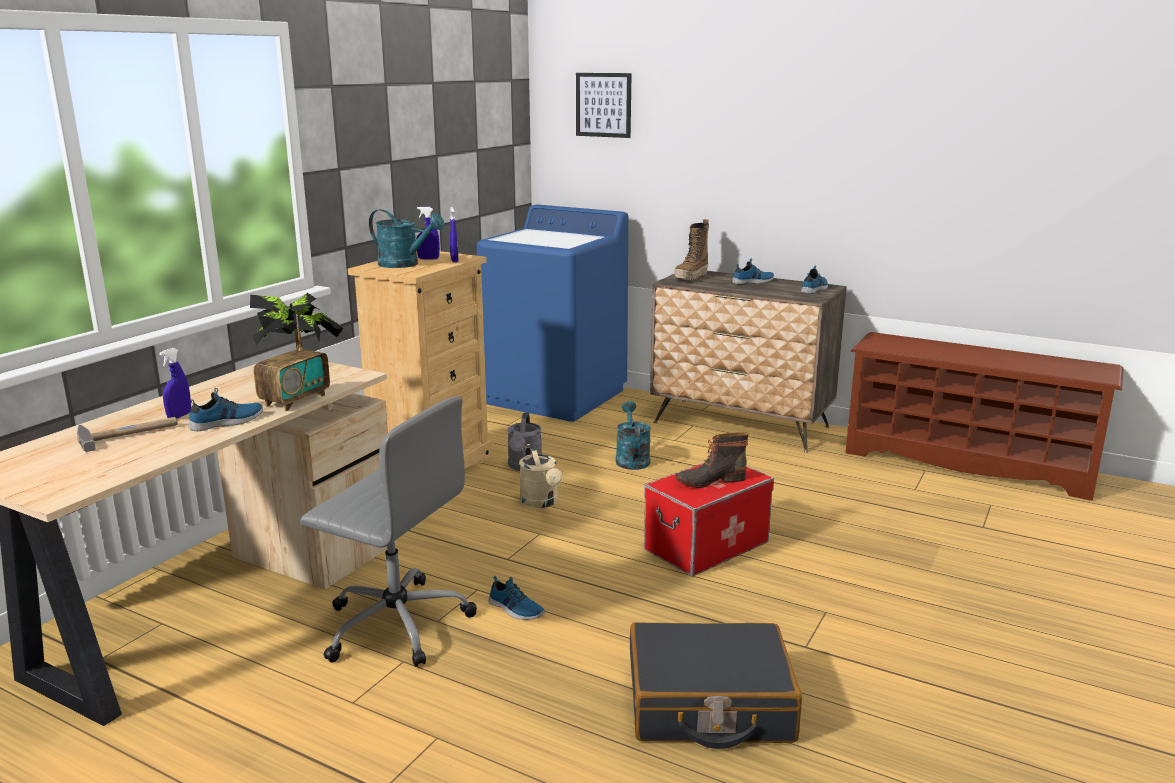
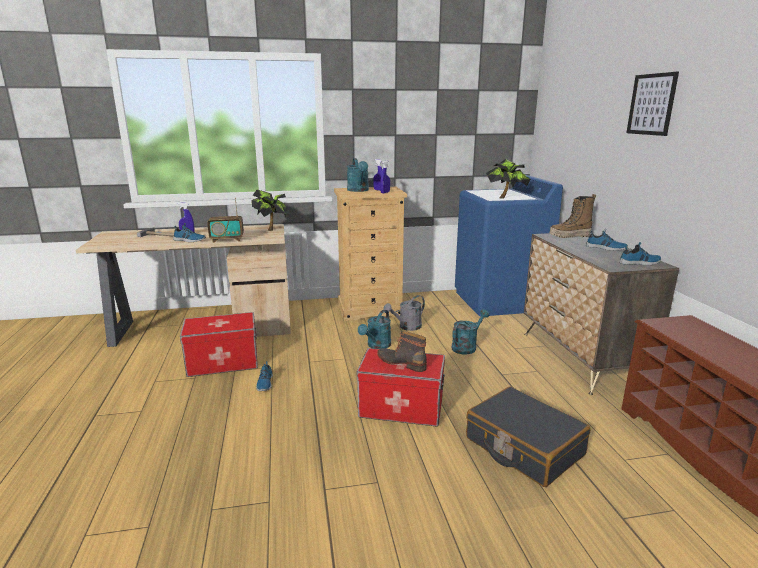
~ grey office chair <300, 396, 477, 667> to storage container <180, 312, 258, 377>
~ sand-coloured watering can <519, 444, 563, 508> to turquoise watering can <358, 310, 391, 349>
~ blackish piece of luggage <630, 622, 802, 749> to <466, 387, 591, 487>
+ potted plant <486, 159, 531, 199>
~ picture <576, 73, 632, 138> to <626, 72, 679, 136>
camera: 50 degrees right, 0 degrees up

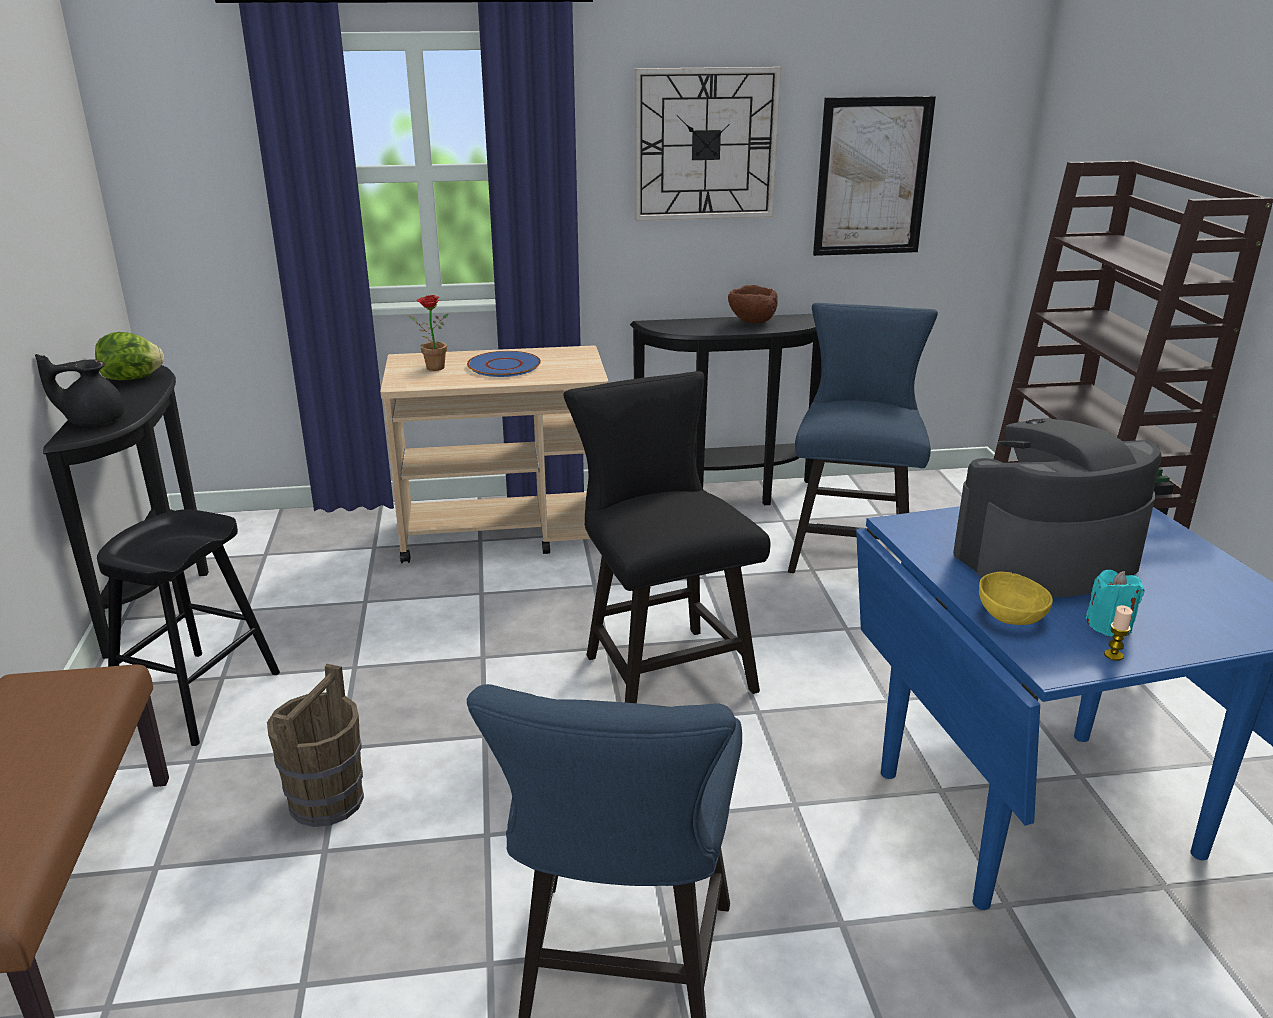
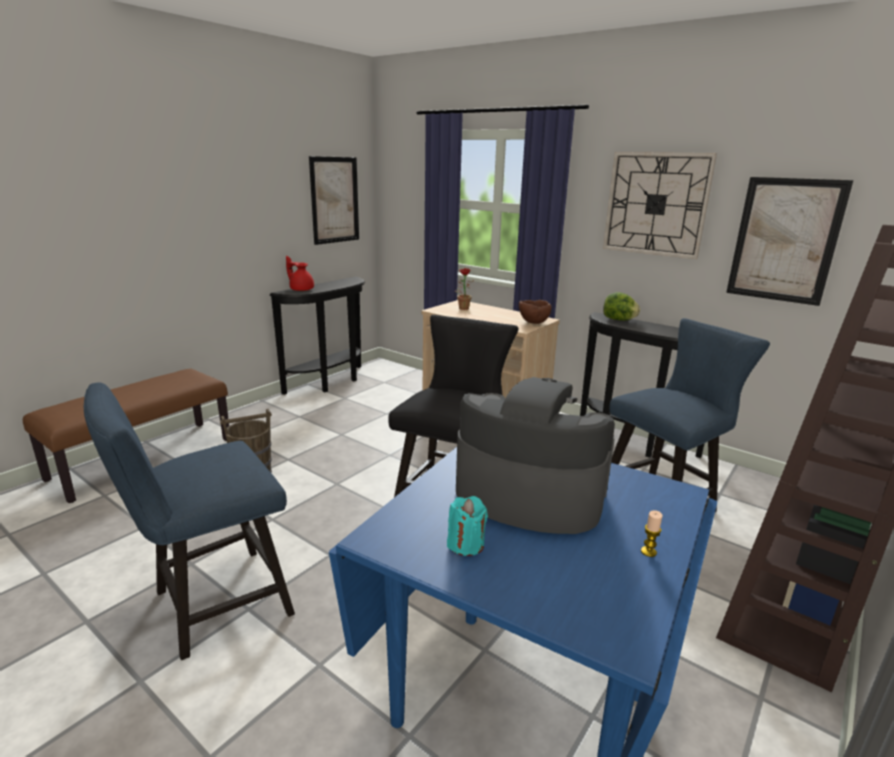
~ blackish tea pot <35, 354, 124, 425> to red-coloured tea pot <286, 256, 314, 291>
+ picture <309, 156, 359, 245>
~ brown-coloured serving bowl <728, 285, 778, 324> to <519, 300, 551, 324>
~ head of lettuce <95, 332, 164, 380> to <603, 292, 640, 321>
~ wax candle <1104, 605, 1133, 661> to <641, 510, 663, 557>
- blackish stool seat <97, 509, 280, 746>
- blue-coloured dinner plate <467, 351, 541, 377>
- yellow-coloured serving bowl <979, 571, 1053, 625>
camera: 45 degrees right, 5 degrees down

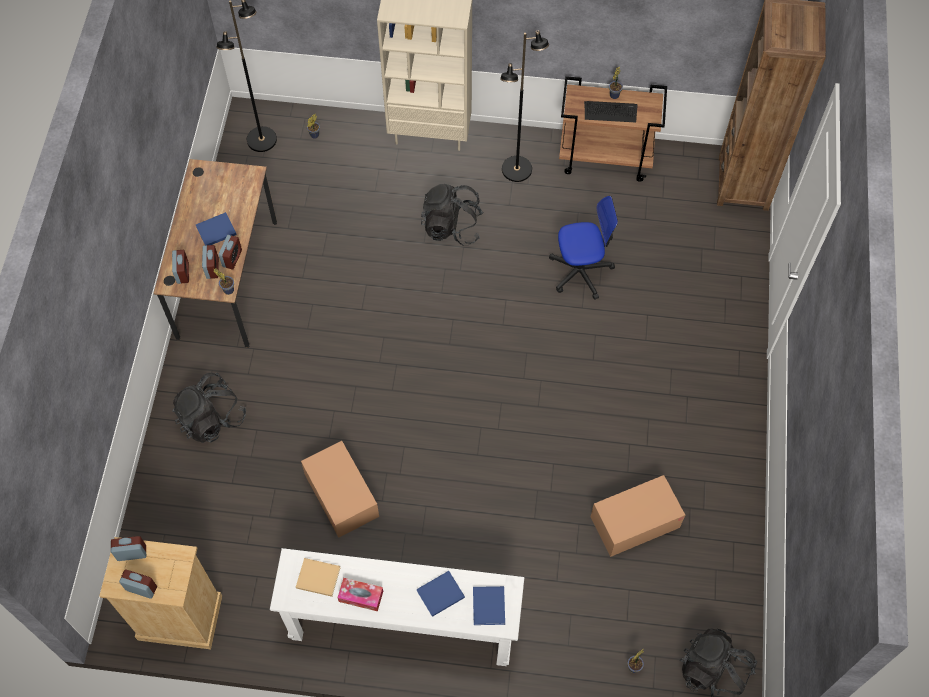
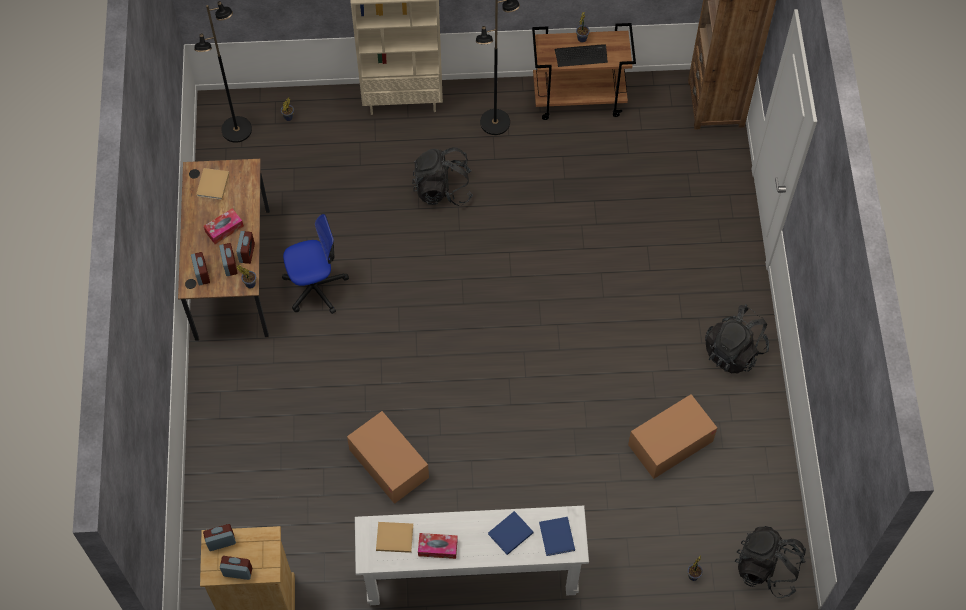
+ sand-coloured bound book <196, 168, 229, 200>
~ blue-coloured bound book <196, 212, 237, 245> to tissue holder <204, 208, 244, 244>
~ office chair <549, 196, 618, 300> to <282, 214, 349, 314>
~ blackish knapsack <172, 373, 246, 443> to <705, 304, 769, 374>
camera: 10 degrees left, 0 degrees up

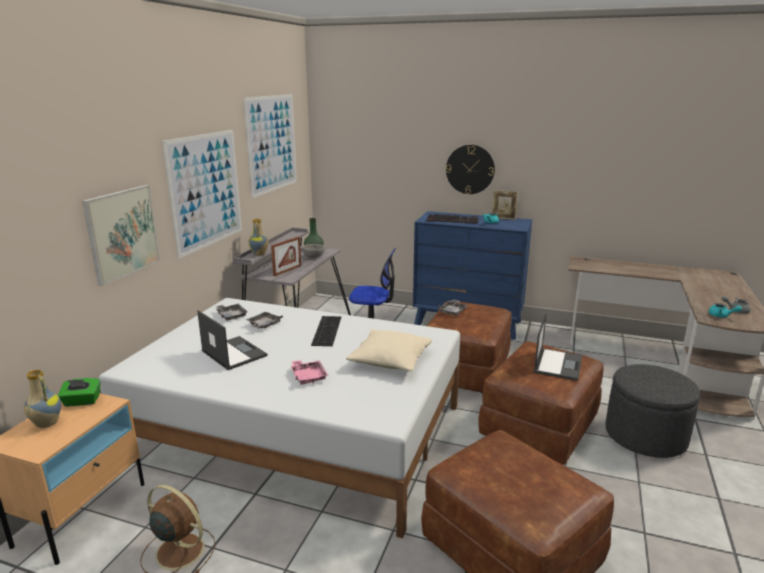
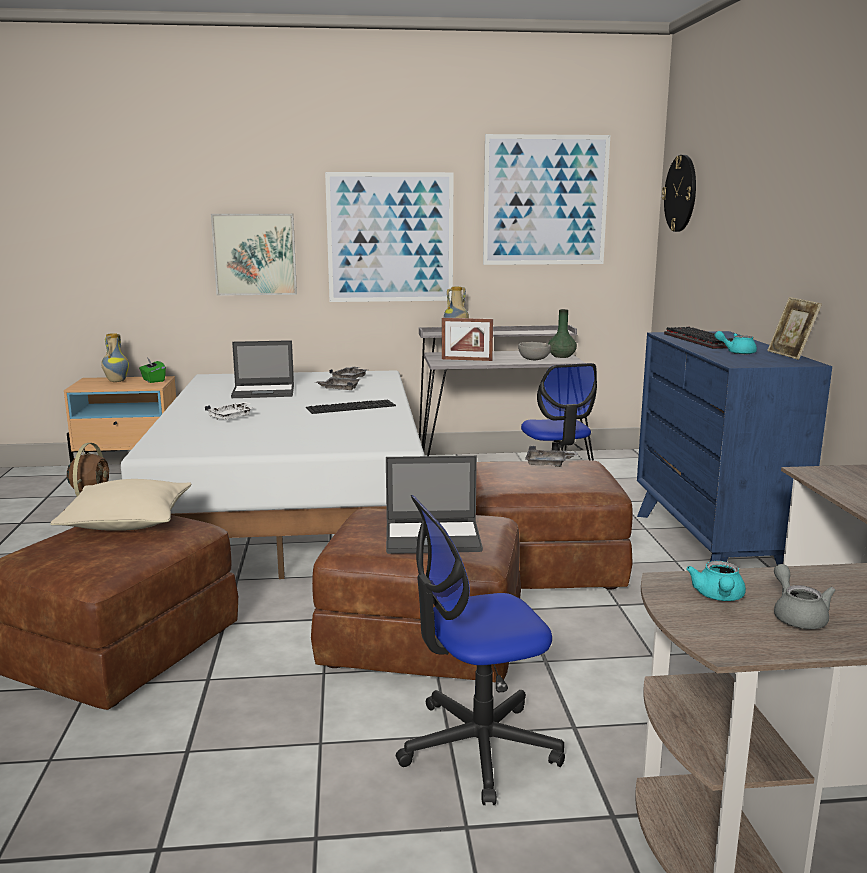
~ sand-coloured cushion <346, 329, 432, 371> to <50, 479, 191, 531>
~ pink-coloured serving tray <291, 360, 328, 385> to whitish serving tray <205, 402, 253, 420>
~ laptop <197, 310, 268, 370> = <231, 340, 294, 398> 60 degrees clockwise
~ grey pouffe <605, 364, 700, 458> to office chair <396, 495, 565, 805>
~ wall clock <446, 145, 495, 194> to <662, 155, 696, 232>
camera: 65 degrees right, 5 degrees down

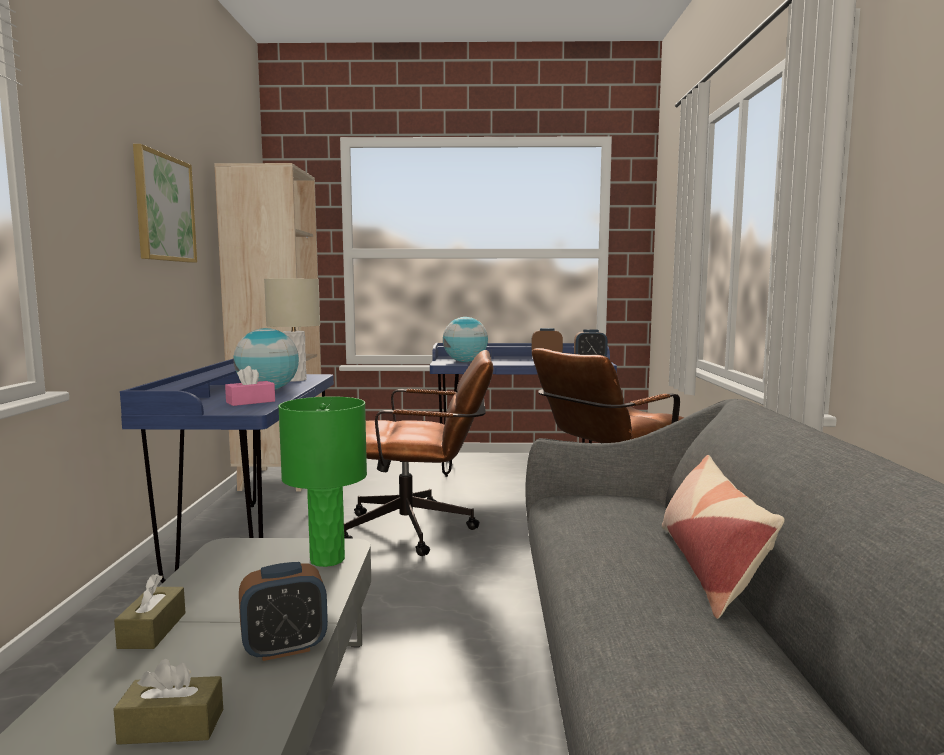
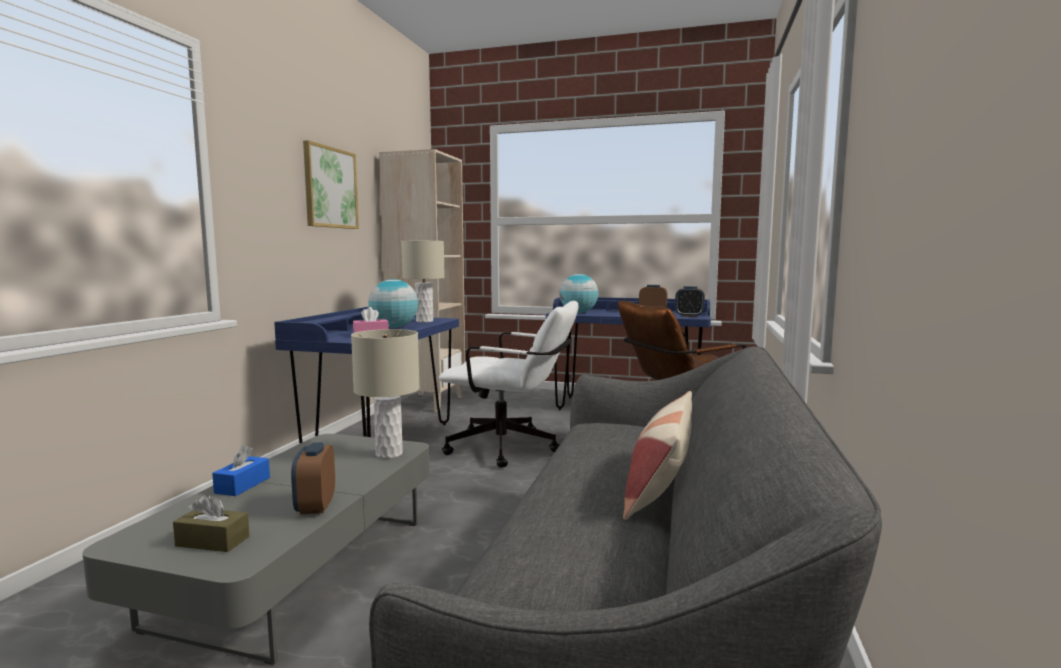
~ brown-coloured tissue holder <114, 574, 185, 649> to blue-coloured tissue holder <212, 446, 270, 496>
~ table clock <239, 562, 328, 661> = <291, 442, 335, 514> 90 degrees clockwise
~ greenish tabletop lamp <278, 396, 367, 567> to sand-coloured tabletop lamp <351, 329, 420, 459>
~ brown-coloured office chair <344, 350, 493, 556> to whitish office chair <439, 301, 579, 468>
camera: 15 degrees right, 0 degrees up

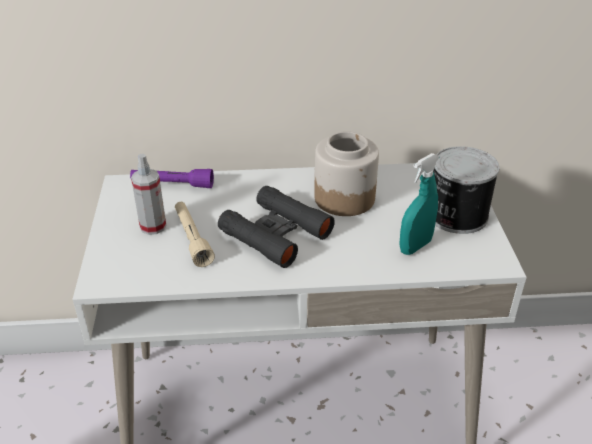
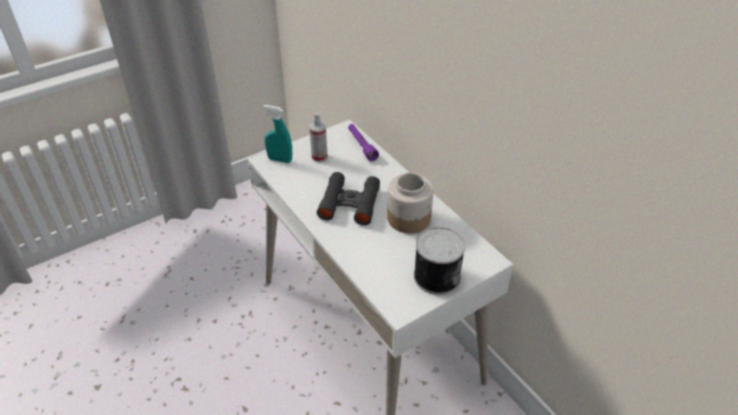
~ turquoise sprayer <399, 153, 439, 255> to <263, 105, 292, 163>
- sand-coloured torch <175, 202, 215, 267>
camera: 60 degrees right, 5 degrees up

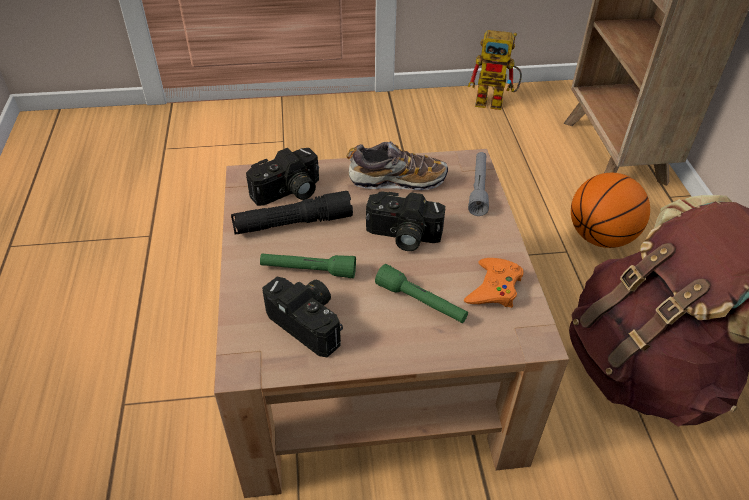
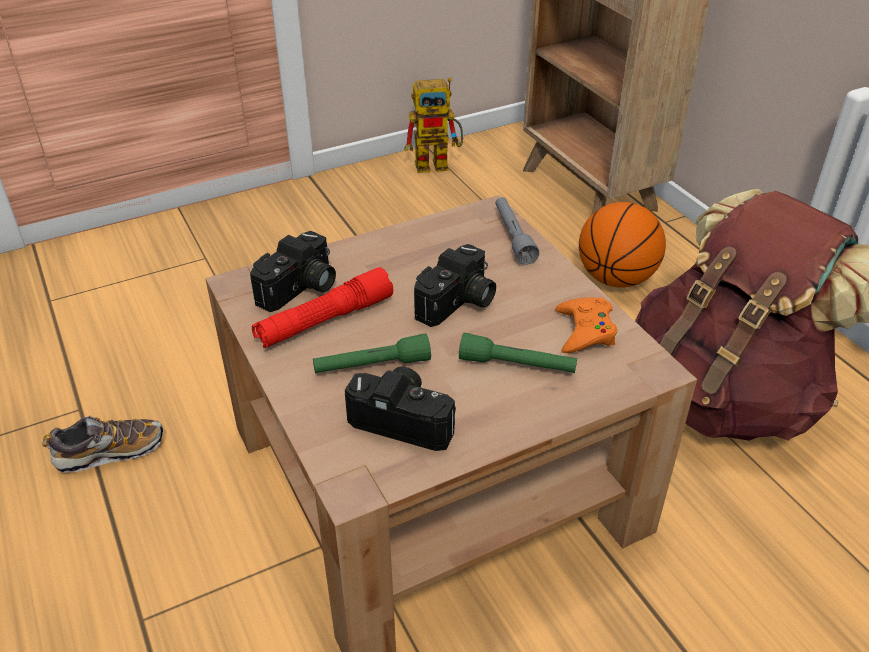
~ shoe <347, 141, 448, 190> to <42, 415, 163, 473>
~ blackish torch <231, 191, 353, 234> to red-coloured torch <252, 267, 393, 348>
~ still camera <366, 191, 445, 251> = <414, 244, 496, 327> 45 degrees counterclockwise
camera: 20 degrees left, 5 degrees down

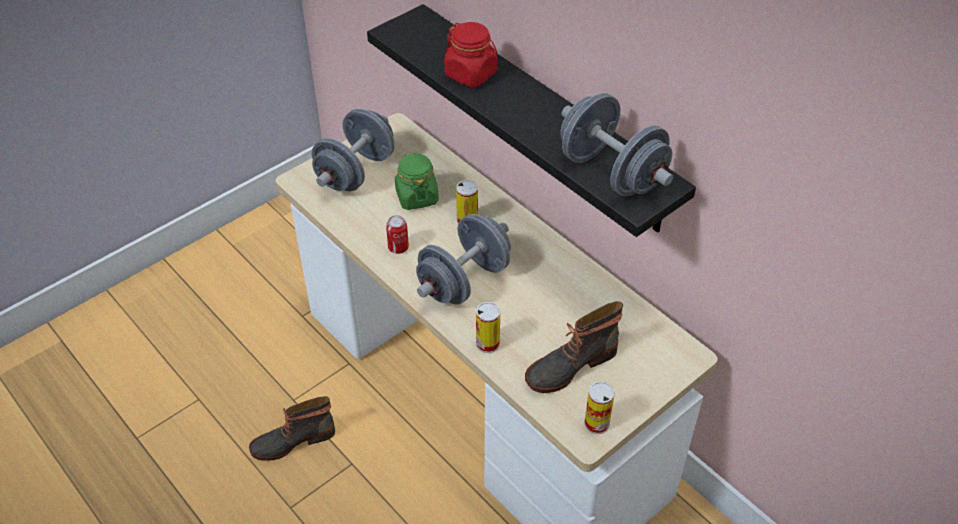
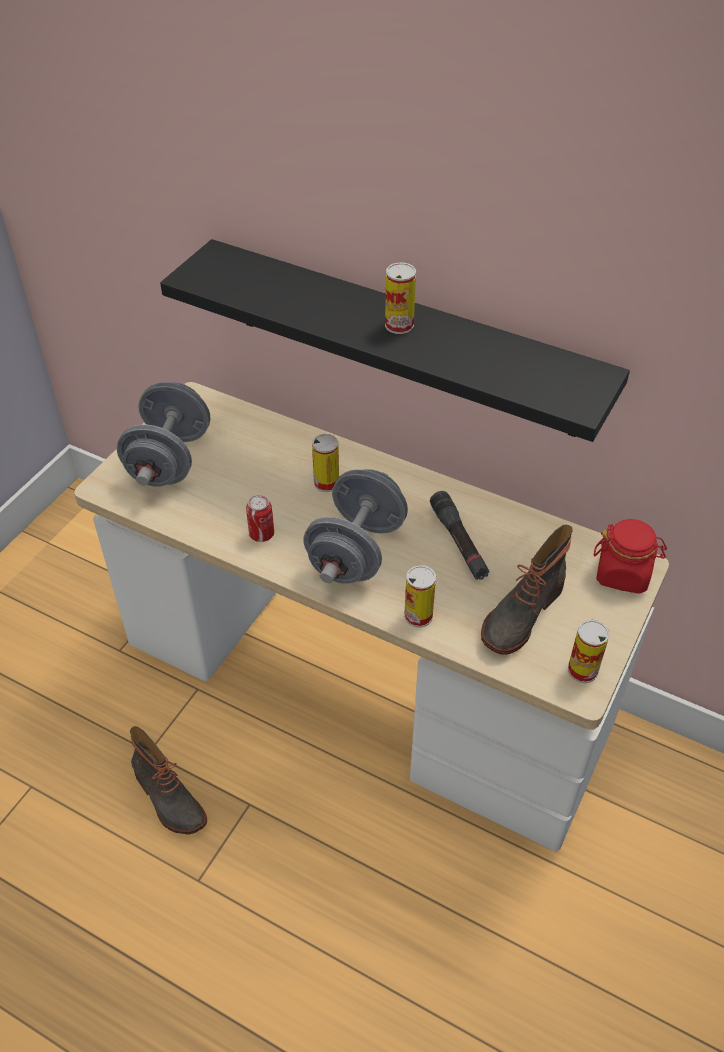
~ tall boot <249, 396, 335, 461> = <130, 726, 207, 835> 90 degrees counterclockwise
+ can <385, 262, 416, 334>
+ blackish torch <430, 491, 489, 580>
~ red-coloured jar <444, 22, 497, 87> to <593, 519, 667, 594>
- greenish jar <395, 152, 439, 210>
- grey hand weight <561, 93, 673, 197>
camera: 20 degrees left, 0 degrees up

